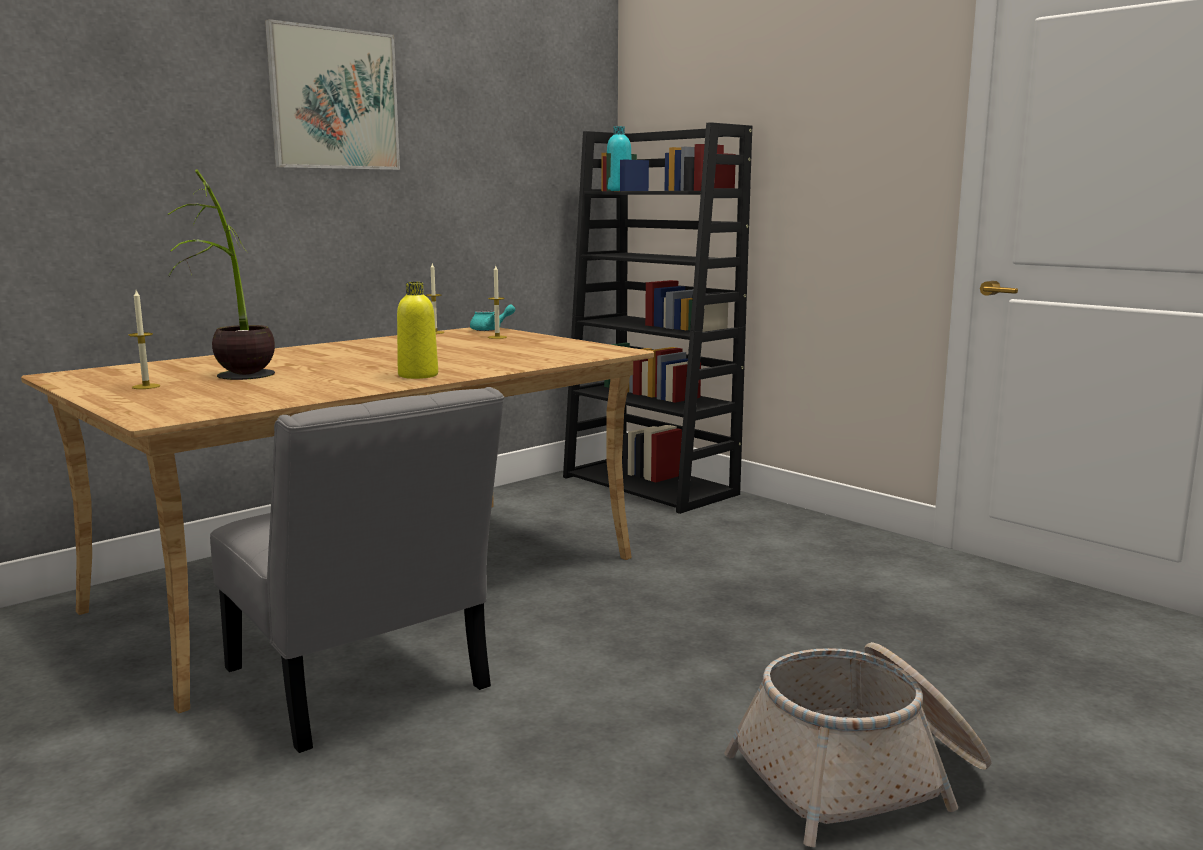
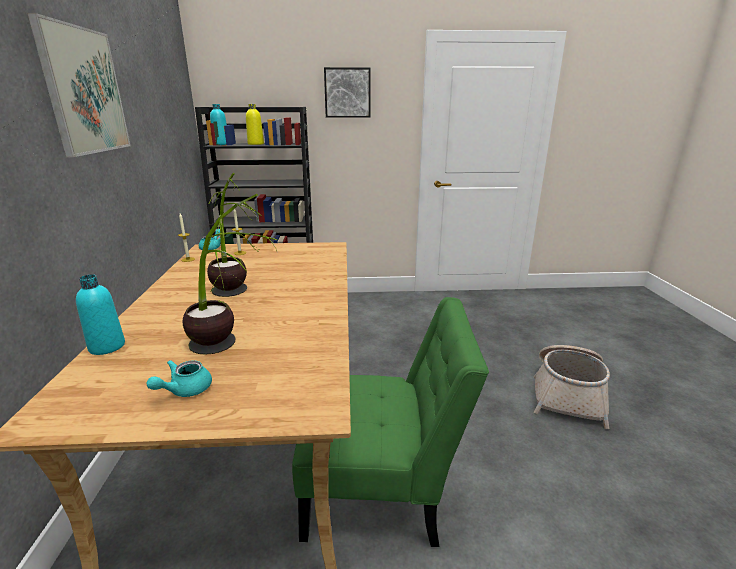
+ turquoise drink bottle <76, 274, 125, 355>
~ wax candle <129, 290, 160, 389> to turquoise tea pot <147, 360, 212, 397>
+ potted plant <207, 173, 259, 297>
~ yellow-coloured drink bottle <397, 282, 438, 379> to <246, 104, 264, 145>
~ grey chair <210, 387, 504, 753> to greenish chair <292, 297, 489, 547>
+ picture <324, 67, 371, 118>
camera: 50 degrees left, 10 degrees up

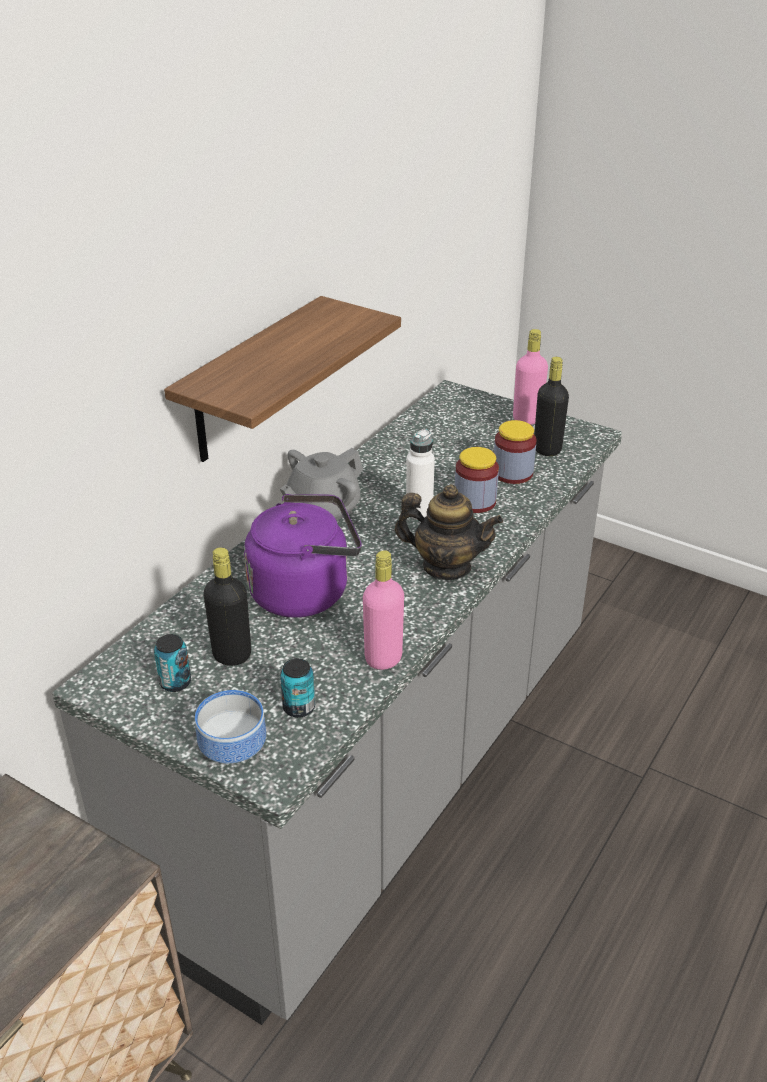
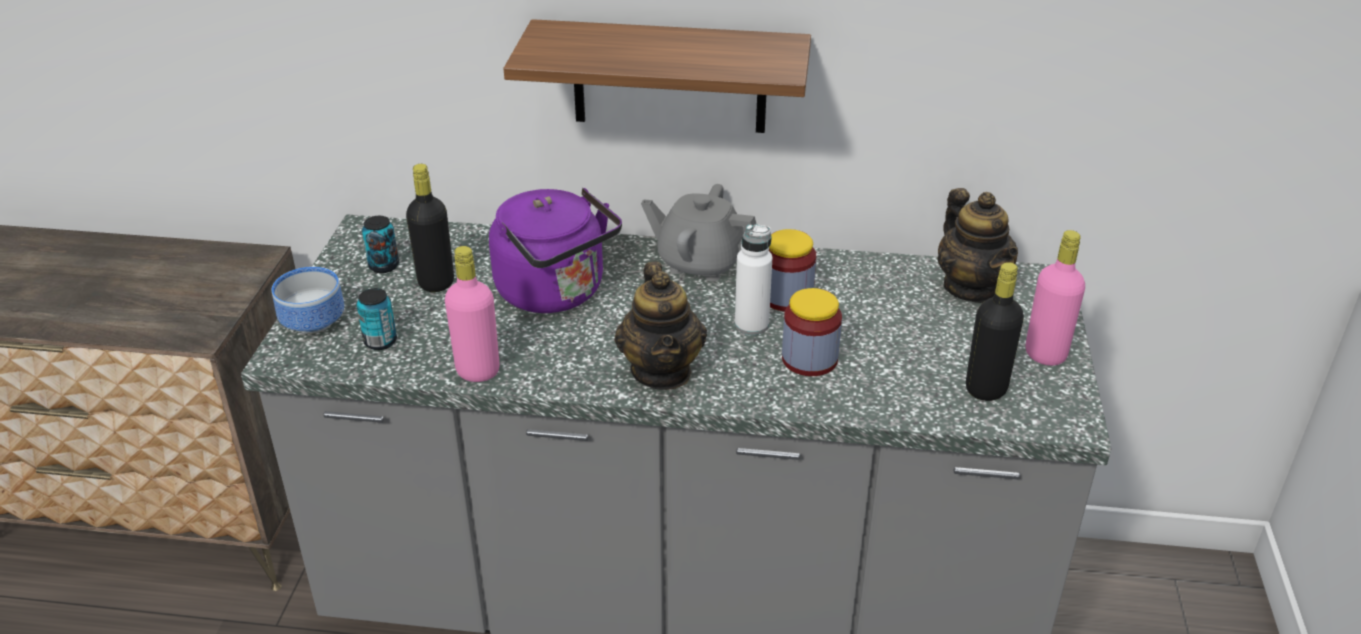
~ jar <494, 420, 536, 484> to <769, 229, 816, 311>
+ tea pot <937, 188, 1018, 303>
camera: 65 degrees right, 0 degrees up

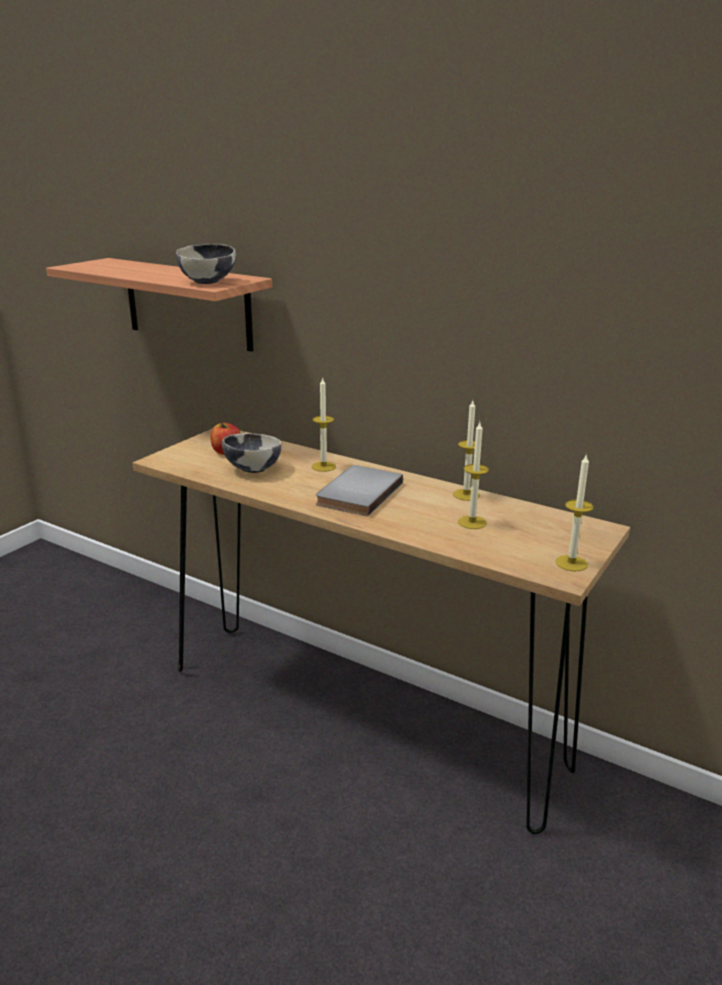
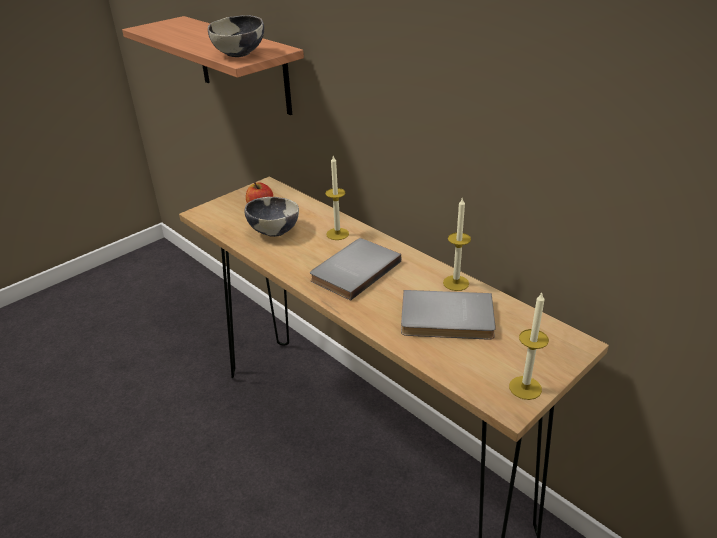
~ wax candle <458, 422, 489, 529> to grey bound book <401, 290, 496, 340>
camera: 15 degrees right, 10 degrees up

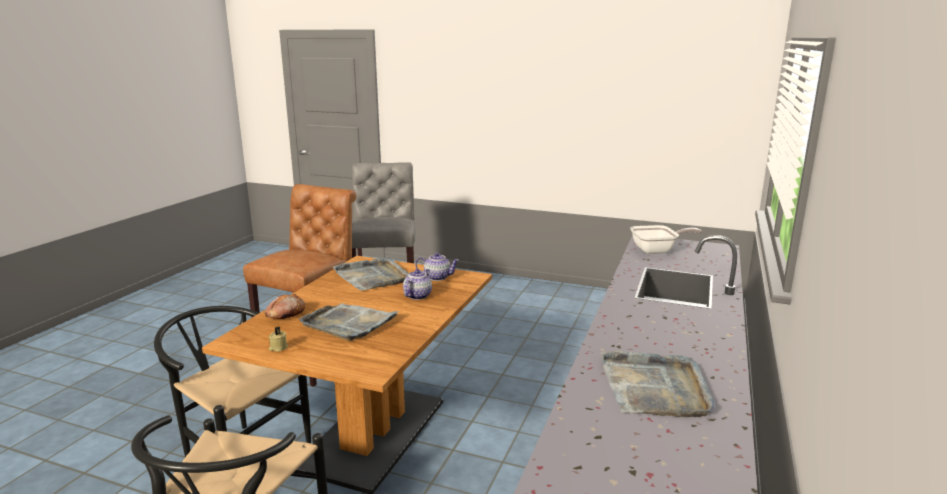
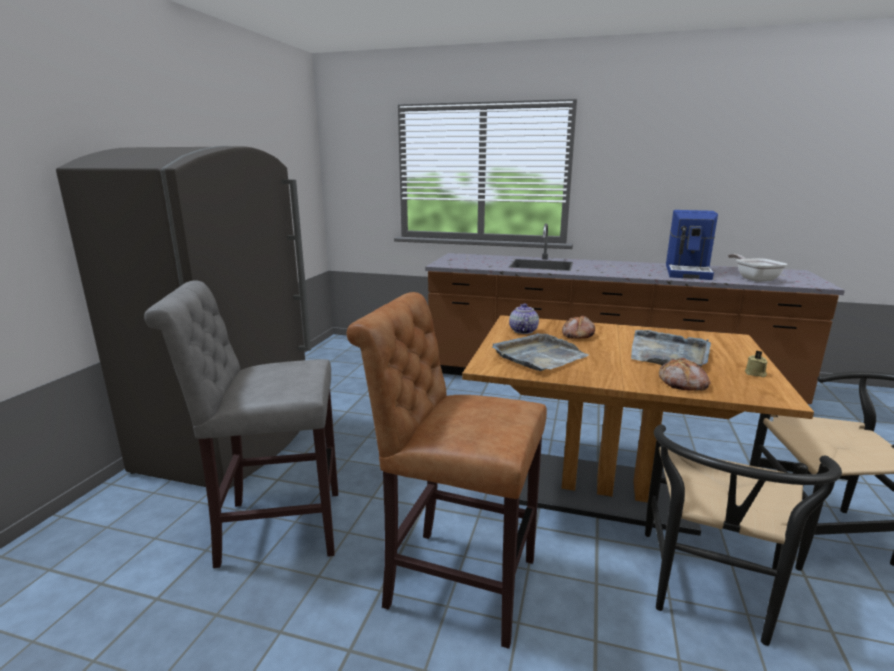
+ grey refrigerator <56, 146, 311, 489>
~ tea pot <403, 269, 432, 300> to bread <562, 315, 595, 339>
~ grey serving tray <601, 351, 715, 417> to coffee machine <666, 210, 718, 280>
~ skillet <630, 225, 702, 254> to <728, 254, 788, 282>
camera: 95 degrees left, 0 degrees up

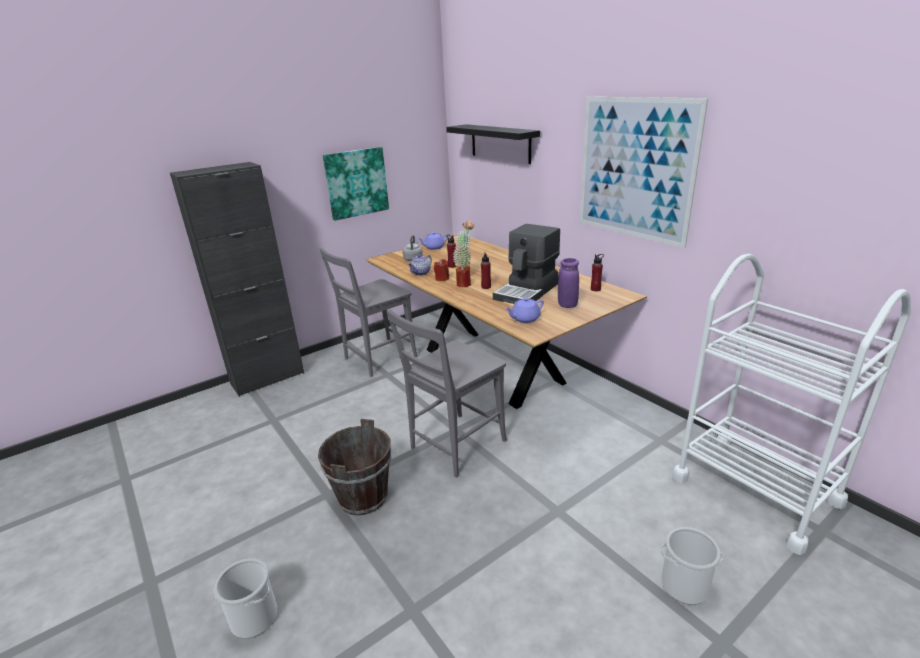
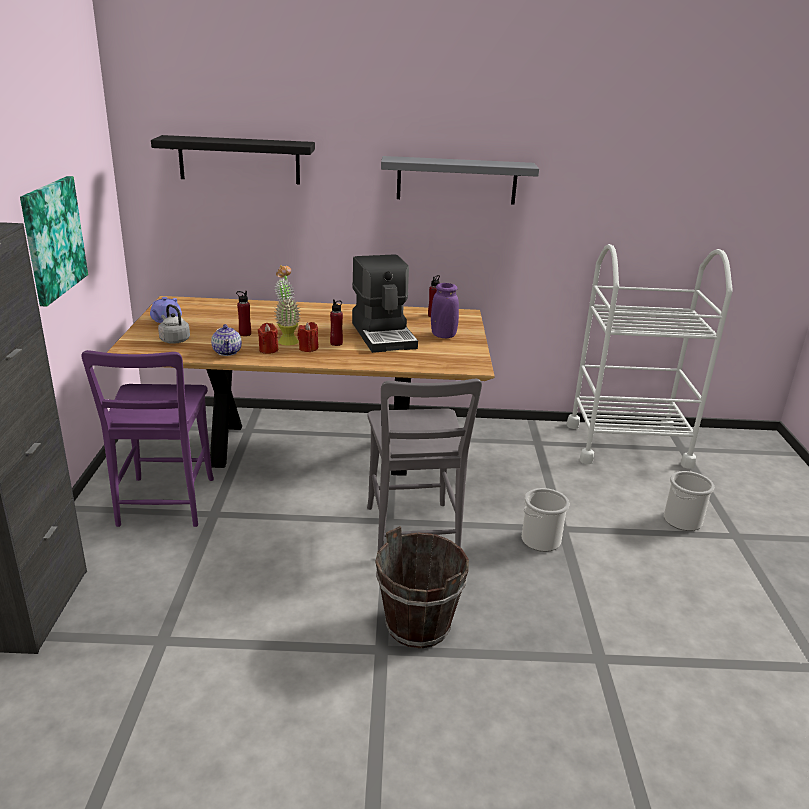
~ grey chair <319, 248, 418, 377> to purple chair <81, 350, 214, 527>
~ picture <580, 97, 708, 248> to grey wall shelf <381, 156, 539, 204>
~ pail <214, 558, 277, 639> to <522, 488, 569, 552>
- purple tea pot <505, 298, 544, 323>
camera: 55 degrees left, 0 degrees up

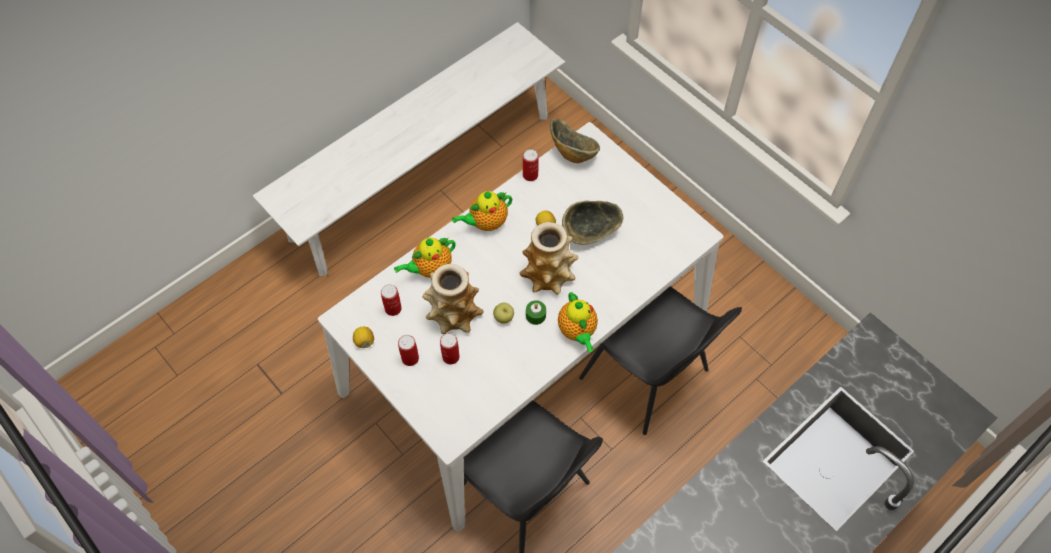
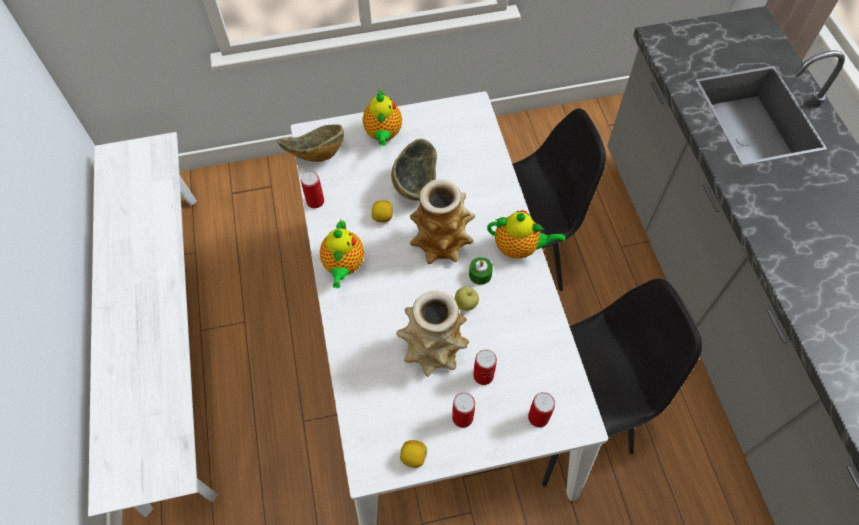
~ tea pot <394, 237, 456, 278> to <363, 89, 402, 146>
~ can <381, 284, 402, 316> to <528, 392, 555, 427>
camera: 60 degrees left, 0 degrees up

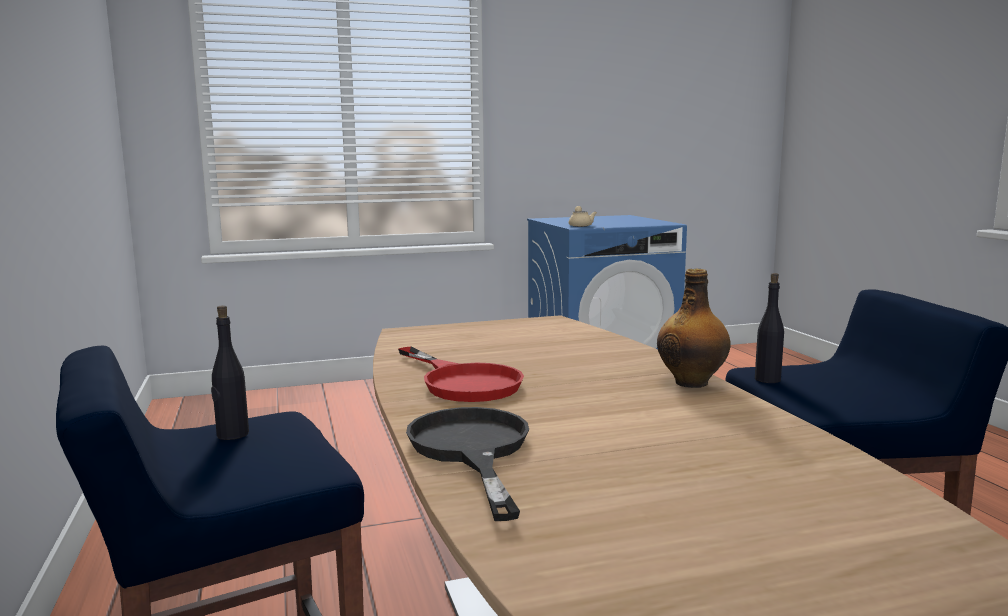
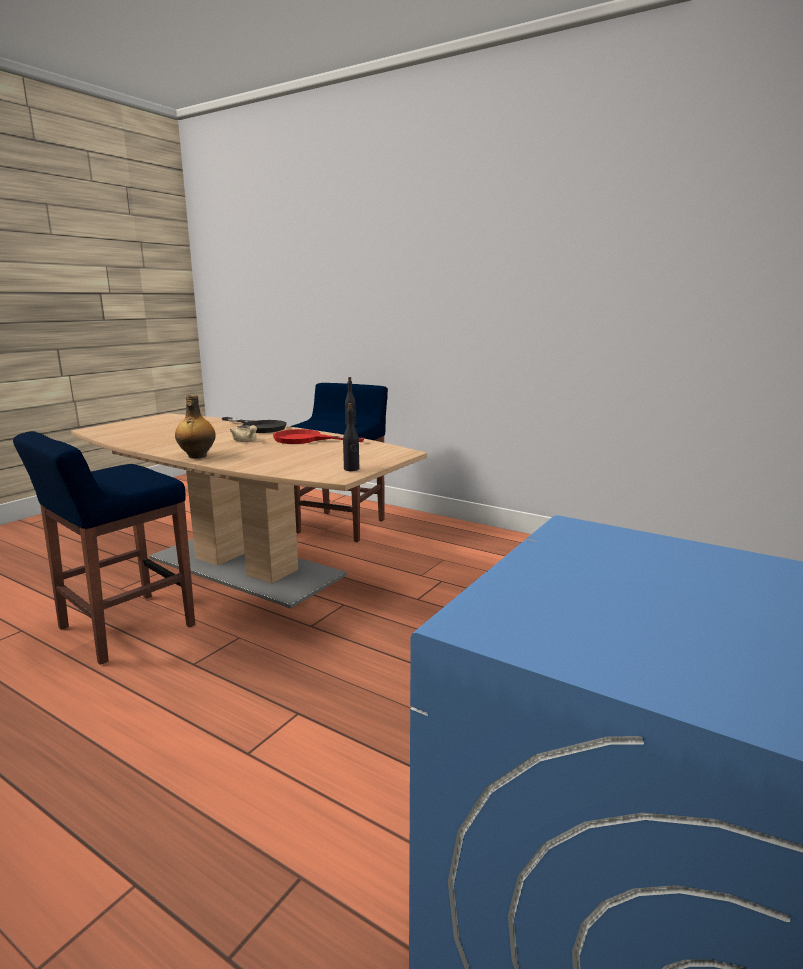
~ sand-coloured tea pot <569, 206, 597, 227> to <230, 425, 257, 442>
~ blackish drink bottle <755, 273, 784, 383> to <343, 403, 359, 471>
camera: 140 degrees right, 5 degrees up

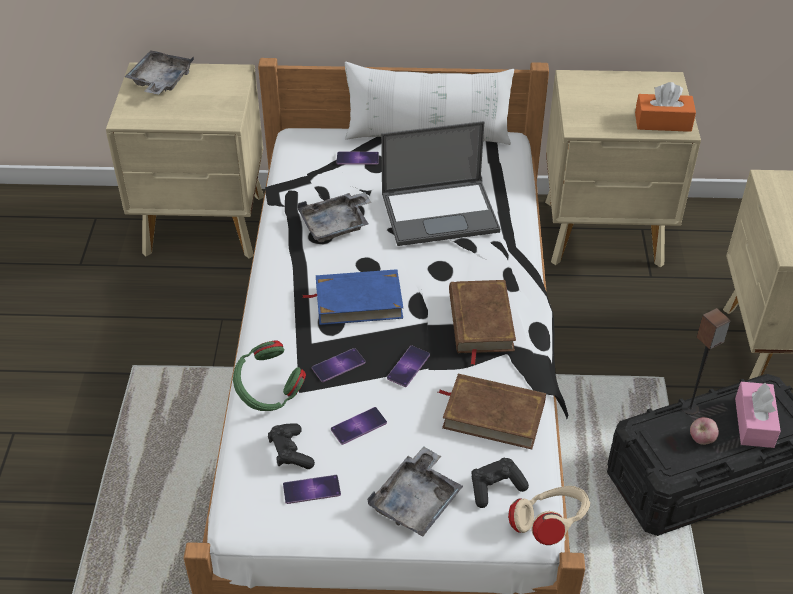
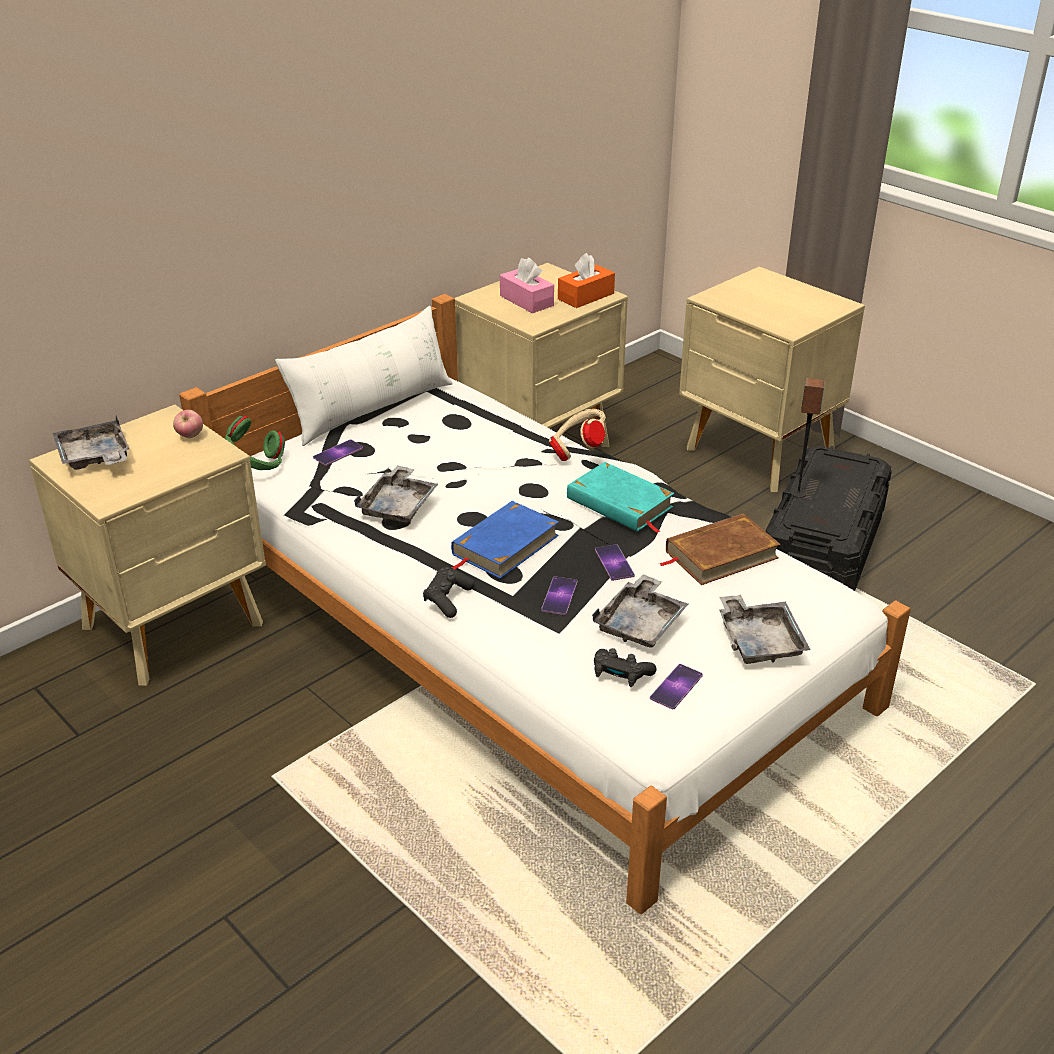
~ whole apple <690, 417, 719, 445> to <173, 410, 203, 438>
~ greenish headset <233, 341, 306, 411> to <225, 416, 285, 470>
~ blackish gamepad <472, 458, 529, 508> to <423, 567, 475, 618>
~ pink-coloured tissue holder <735, 382, 781, 448> to <500, 257, 554, 313>
~ sand-coloured headset <508, 486, 590, 545> to <549, 409, 606, 461>
~ brown-coloured bound book <449, 280, 516, 365> to turquoise bound book <567, 462, 674, 533>
~ telephone <331, 407, 387, 445> to grey serving tray <592, 574, 688, 648>
- laptop <381, 121, 500, 246>
camera: 45 degrees left, 10 degrees down

